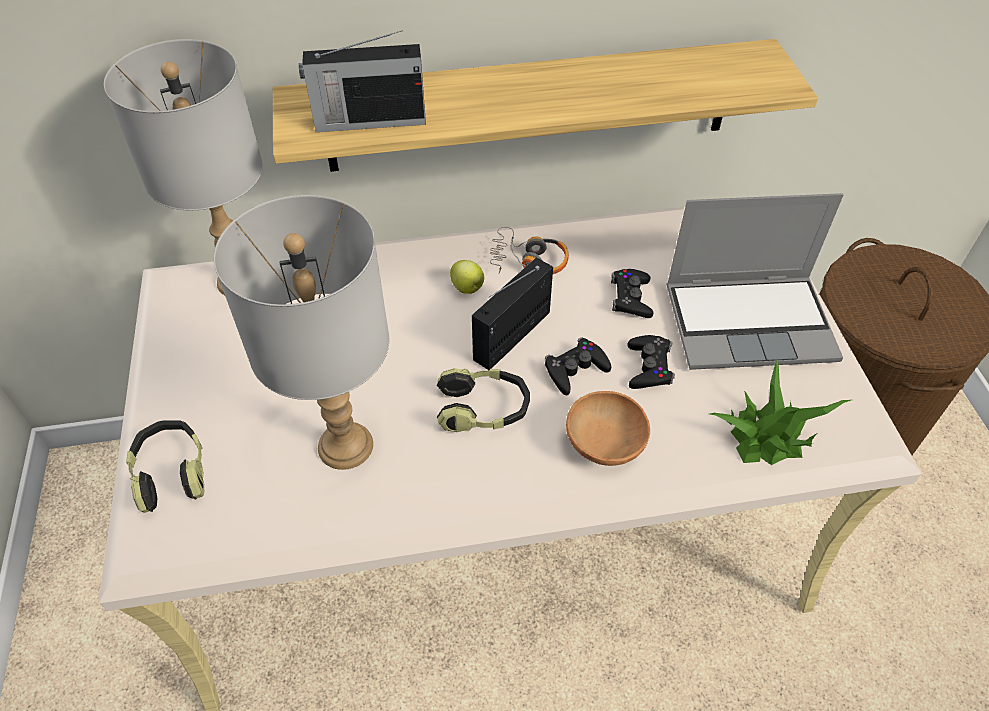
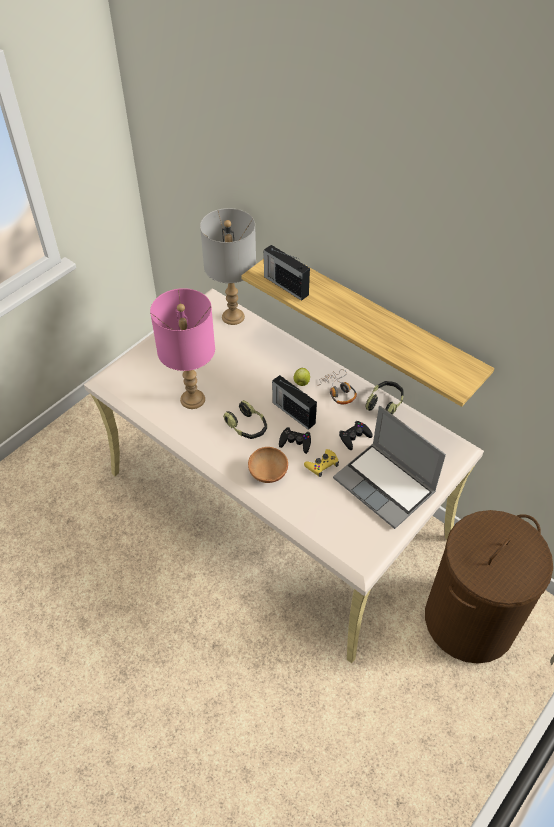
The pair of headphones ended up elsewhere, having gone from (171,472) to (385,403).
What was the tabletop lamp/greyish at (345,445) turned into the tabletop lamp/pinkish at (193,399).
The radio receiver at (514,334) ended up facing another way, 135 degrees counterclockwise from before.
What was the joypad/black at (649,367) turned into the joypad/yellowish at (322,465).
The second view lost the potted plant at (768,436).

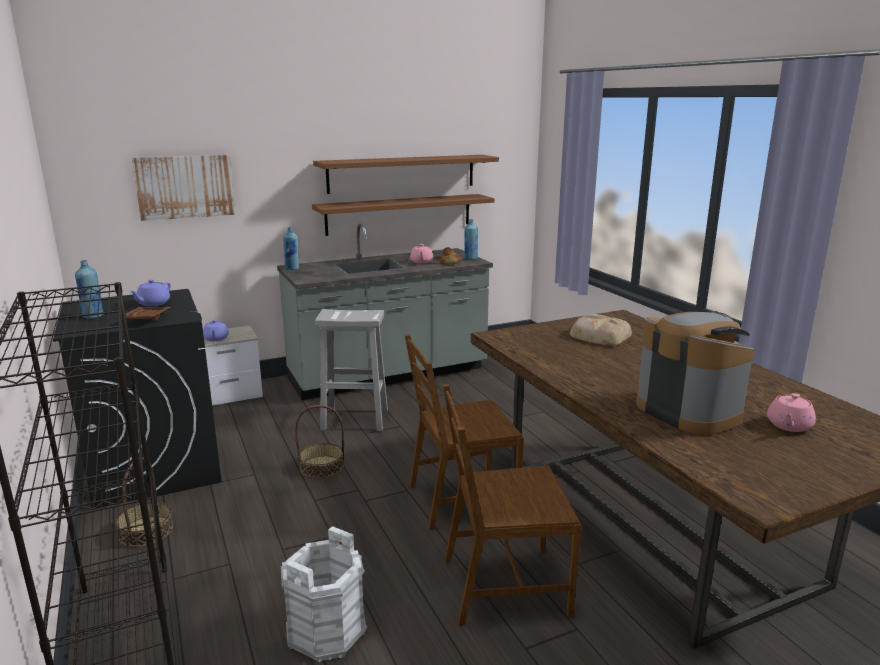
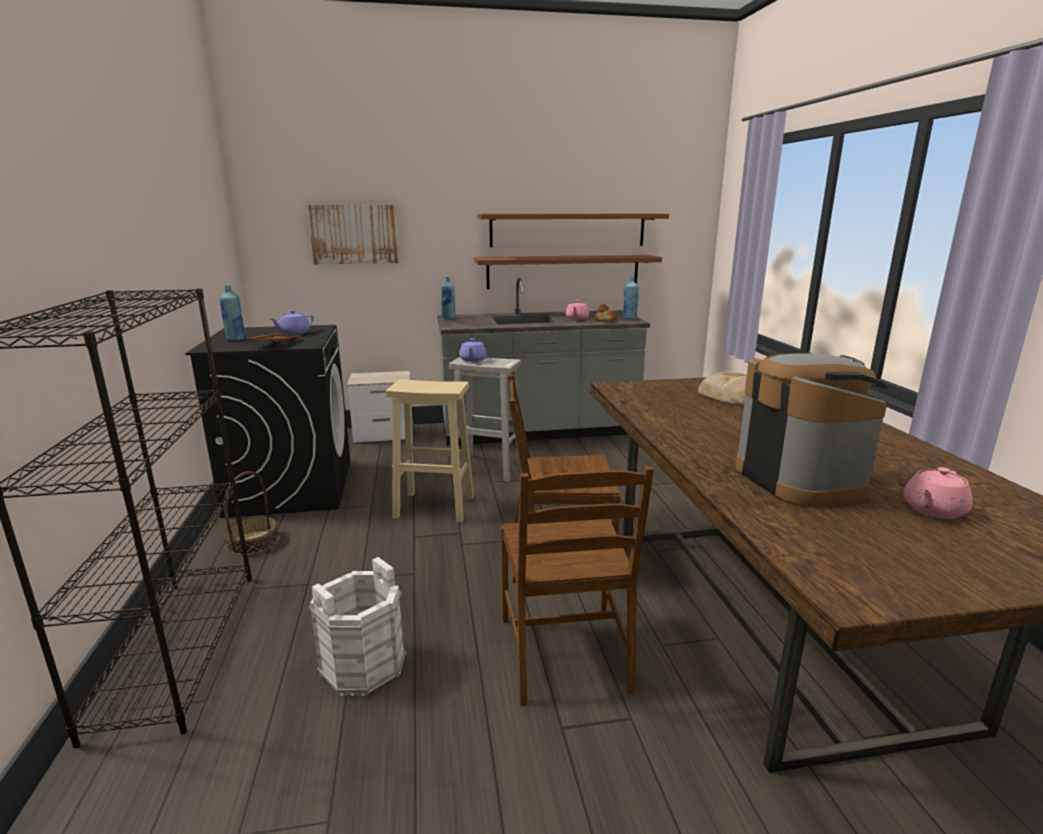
The teapot/purple-coloured ended up elsewhere, having gone from (216,339) to (473,360).
Where the storage basket stood at (322,467), the stool seat/beige came to stand at (436,507).
The upright chair/brownish at (503,586) ended up facing another way, 105 degrees counterclockwise from before.

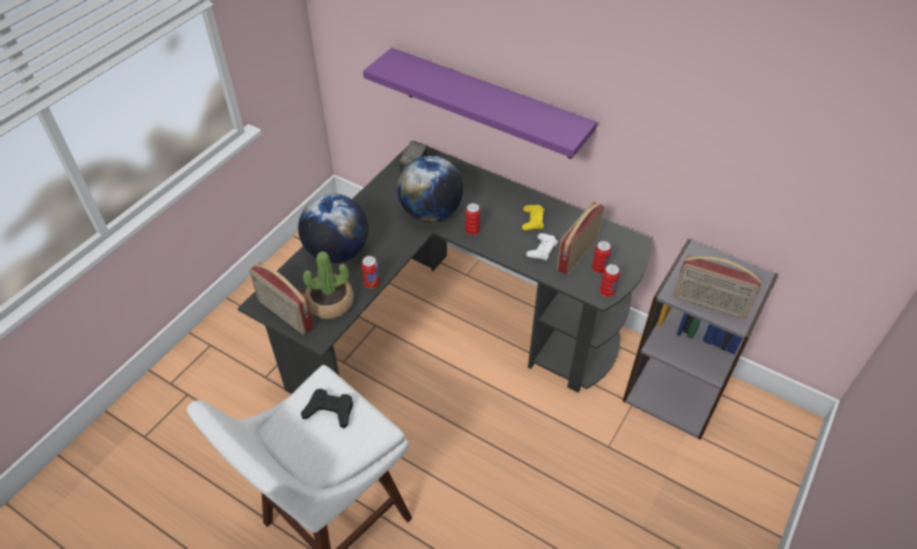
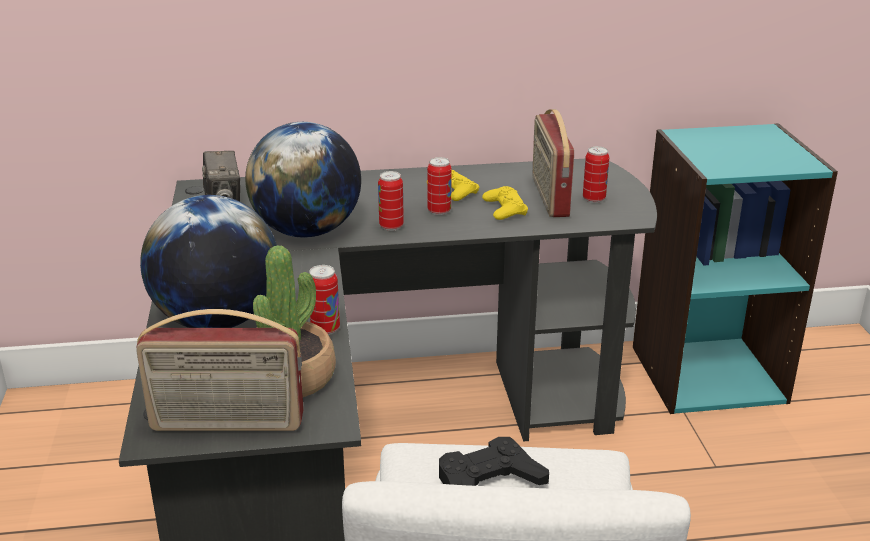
The second view lost the bracket shelf/purple-coloured at (488,104).
What was the joypad/whitish at (542,250) turned into the joypad/yellowish at (504,209).
The metal can ended up elsewhere, having gone from (607,292) to (439,211).
What was the shelving unit/greyish at (676,390) turned into the shelving unit/blue-green at (707,373).
The second view lost the radio receiver at (709,304).

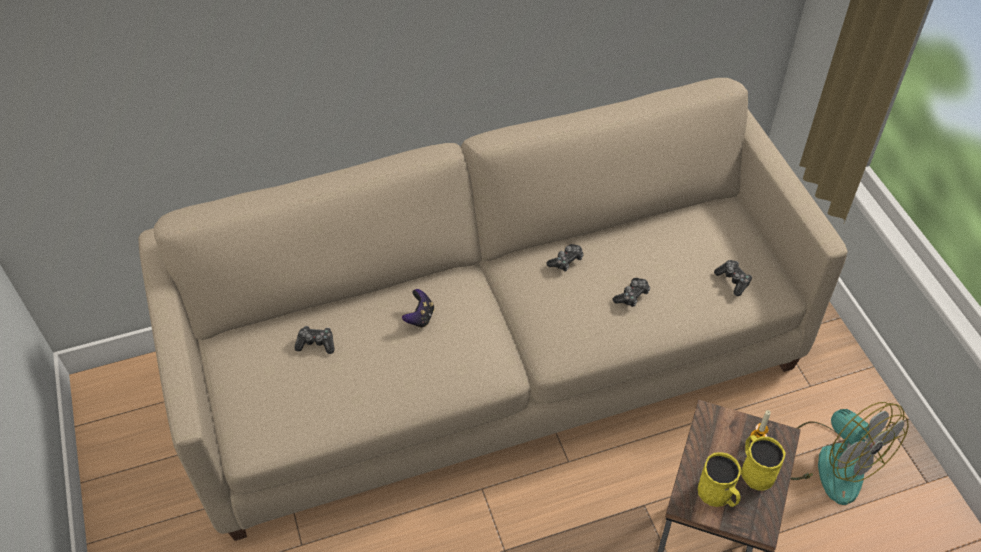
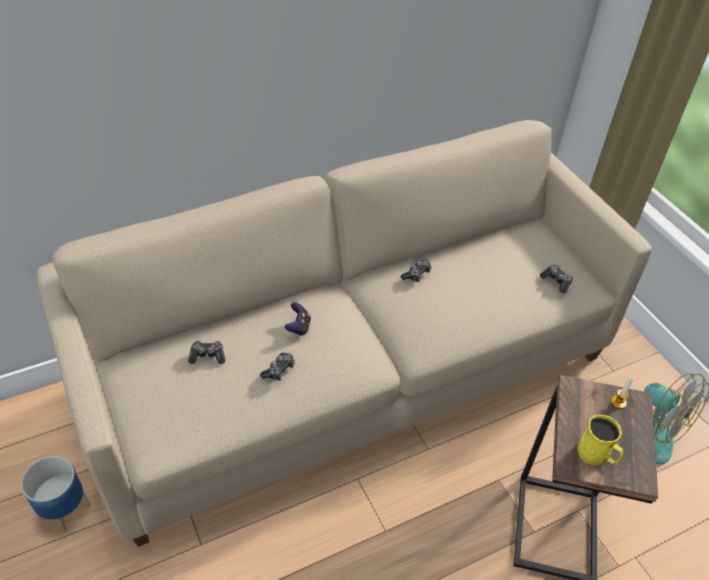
The joypad ended up elsewhere, having gone from (632,296) to (279,370).
The second view lost the coffee mug/yellowish at (755,470).
The second view gained the flower pot at (64,510).

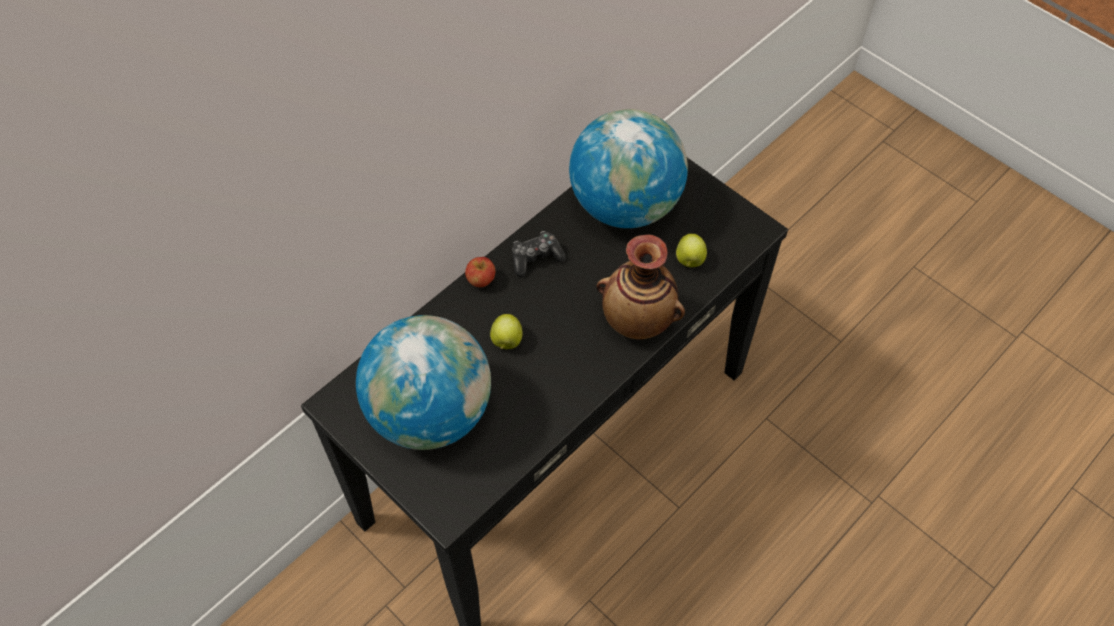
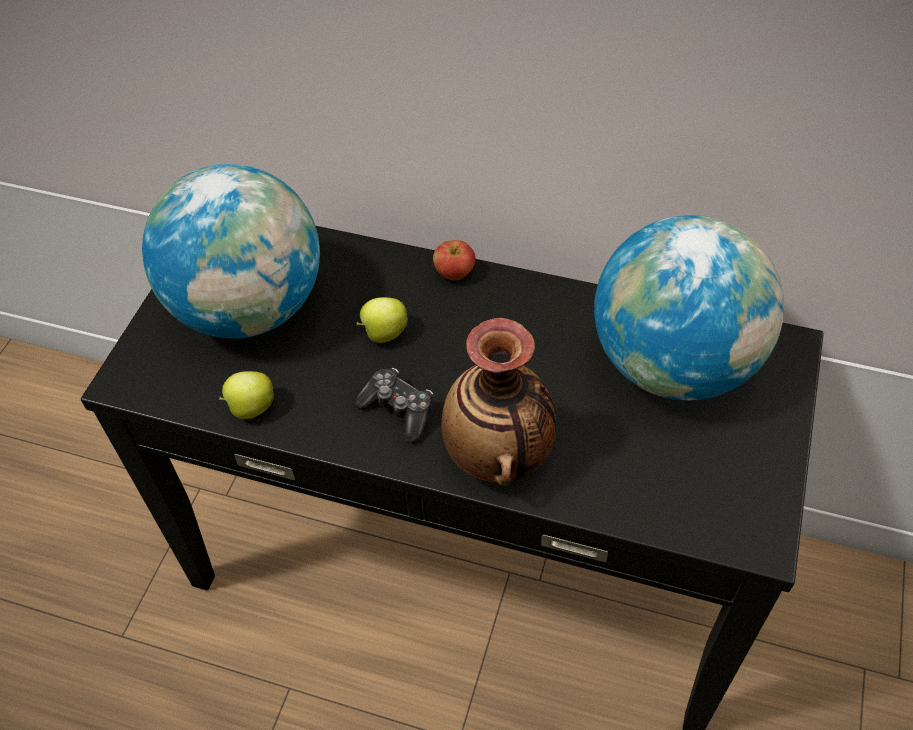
The joypad ended up elsewhere, having gone from (536,257) to (398,410).
The apple ended up elsewhere, having gone from (689,260) to (251,408).

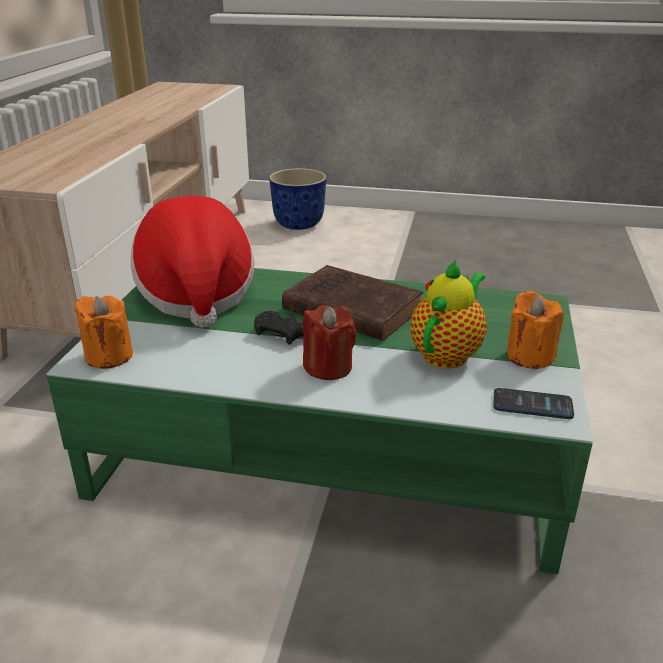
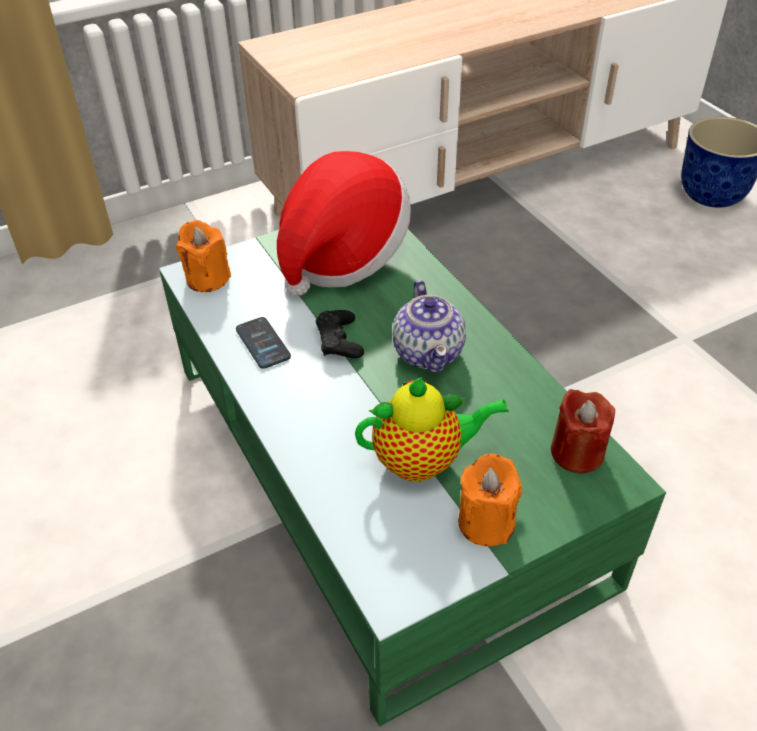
Where the volume/brownish stood at (349,308), the teapot came to stand at (429,352).
The candle/red-coloured ended up elsewhere, having gone from (328,367) to (577,452).
The phone ended up elsewhere, having gone from (532,405) to (263,343).

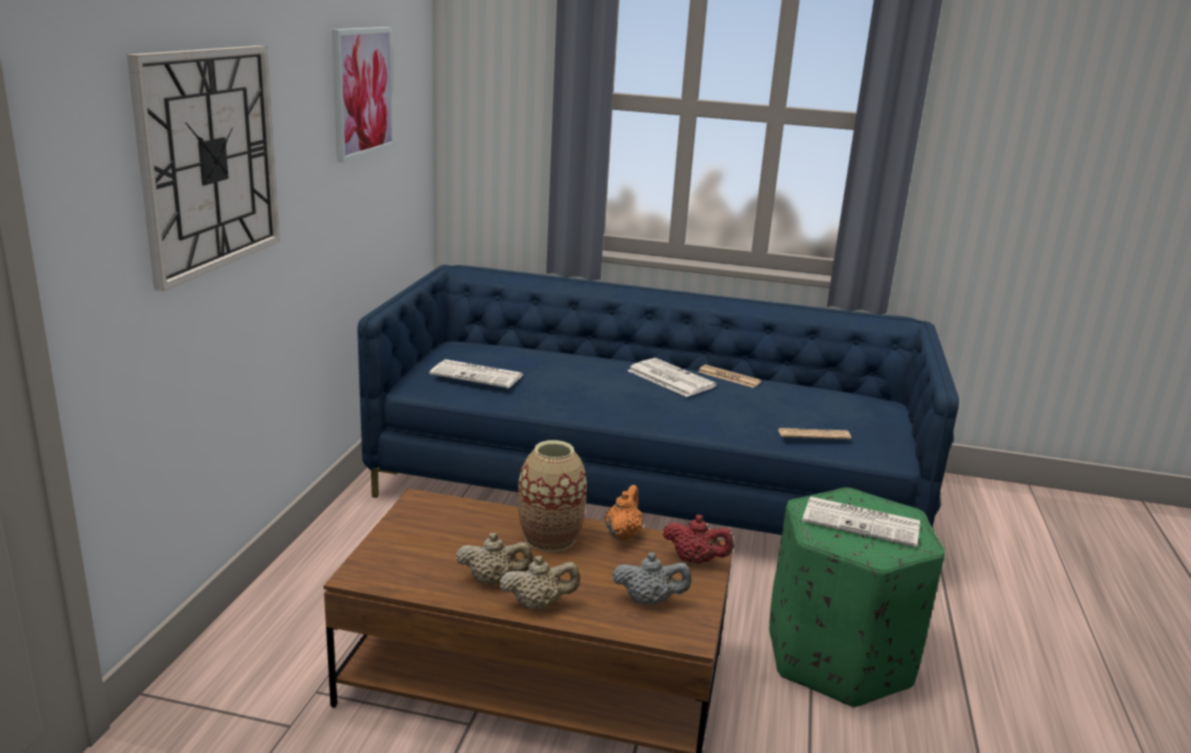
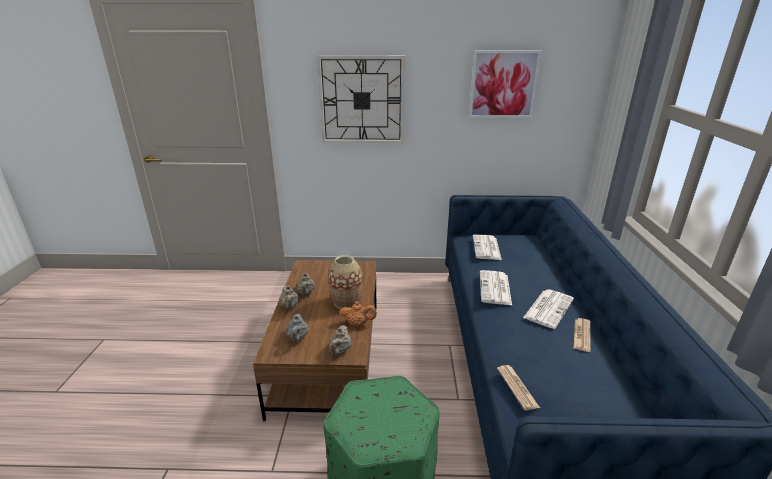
What was the teapot/red-coloured at (695,560) turned into the teapot/beige at (340,351).
The newspaper ended up elsewhere, having gone from (863,522) to (495,288).

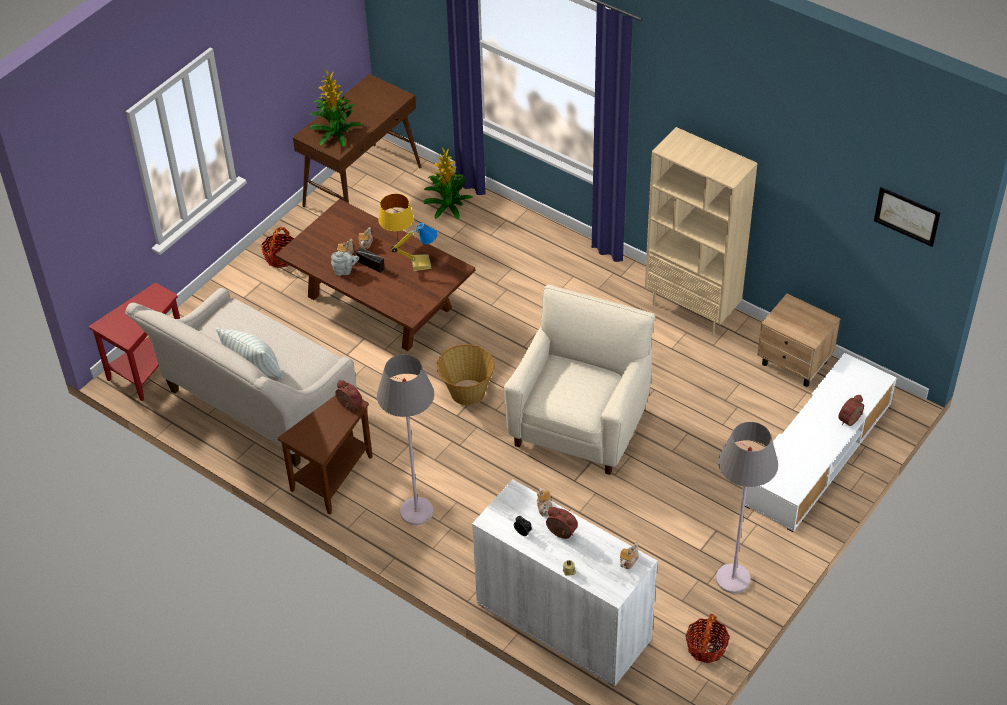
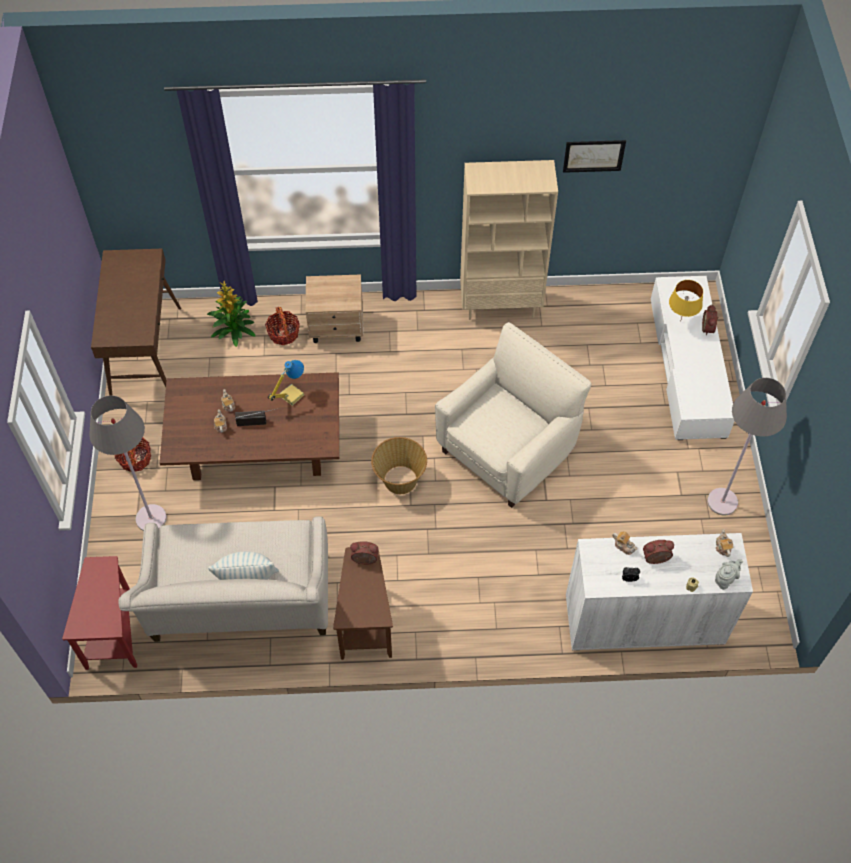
The second view lost the potted plant at (334,132).
The teapot/greyish ended up elsewhere, having gone from (345,271) to (725,579).
The floor lamp/greyish ended up elsewhere, having gone from (416,512) to (151,518).
The tabletop lamp/yellowish ended up elsewhere, having gone from (397,241) to (680,321).
The armchair/beige at (580,424) ended up facing another way, 60 degrees clockwise from before.
The storage basket ended up elsewhere, having gone from (706,647) to (284,333).
The bedside table/beige ended up elsewhere, having gone from (795,363) to (337,327).
The picture ended up elsewhere, having gone from (907,216) to (593,155).

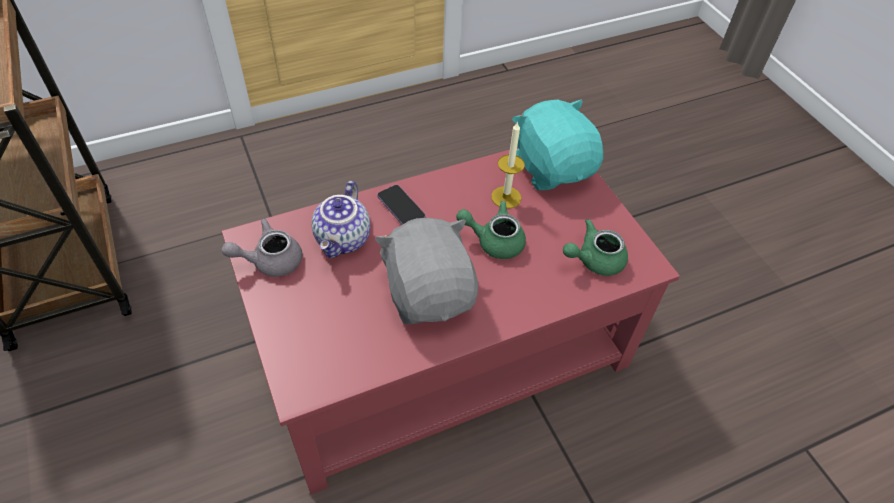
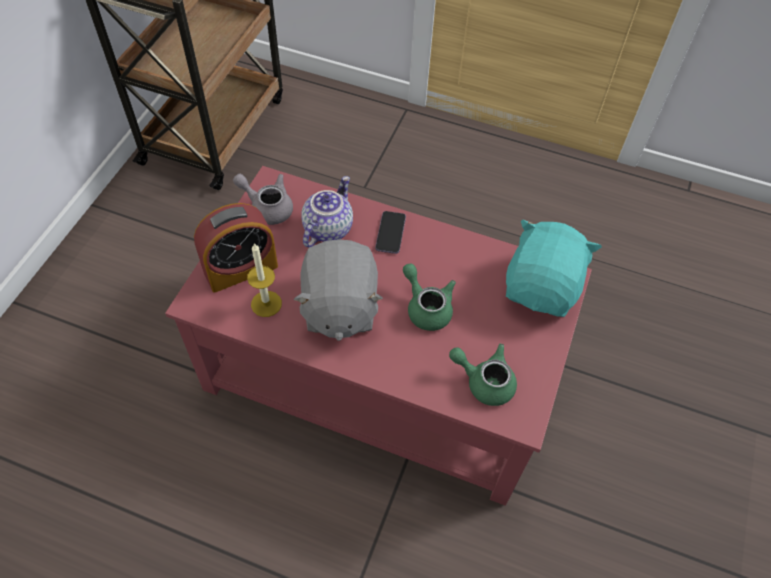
The teapot at (344,240) ended up facing another way, 150 degrees clockwise from before.
The plush toy/greyish at (429,293) ended up facing another way, 150 degrees clockwise from before.
The candle ended up elsewhere, having gone from (506,197) to (266,304).
The second view gained the alarm clock at (240,269).

